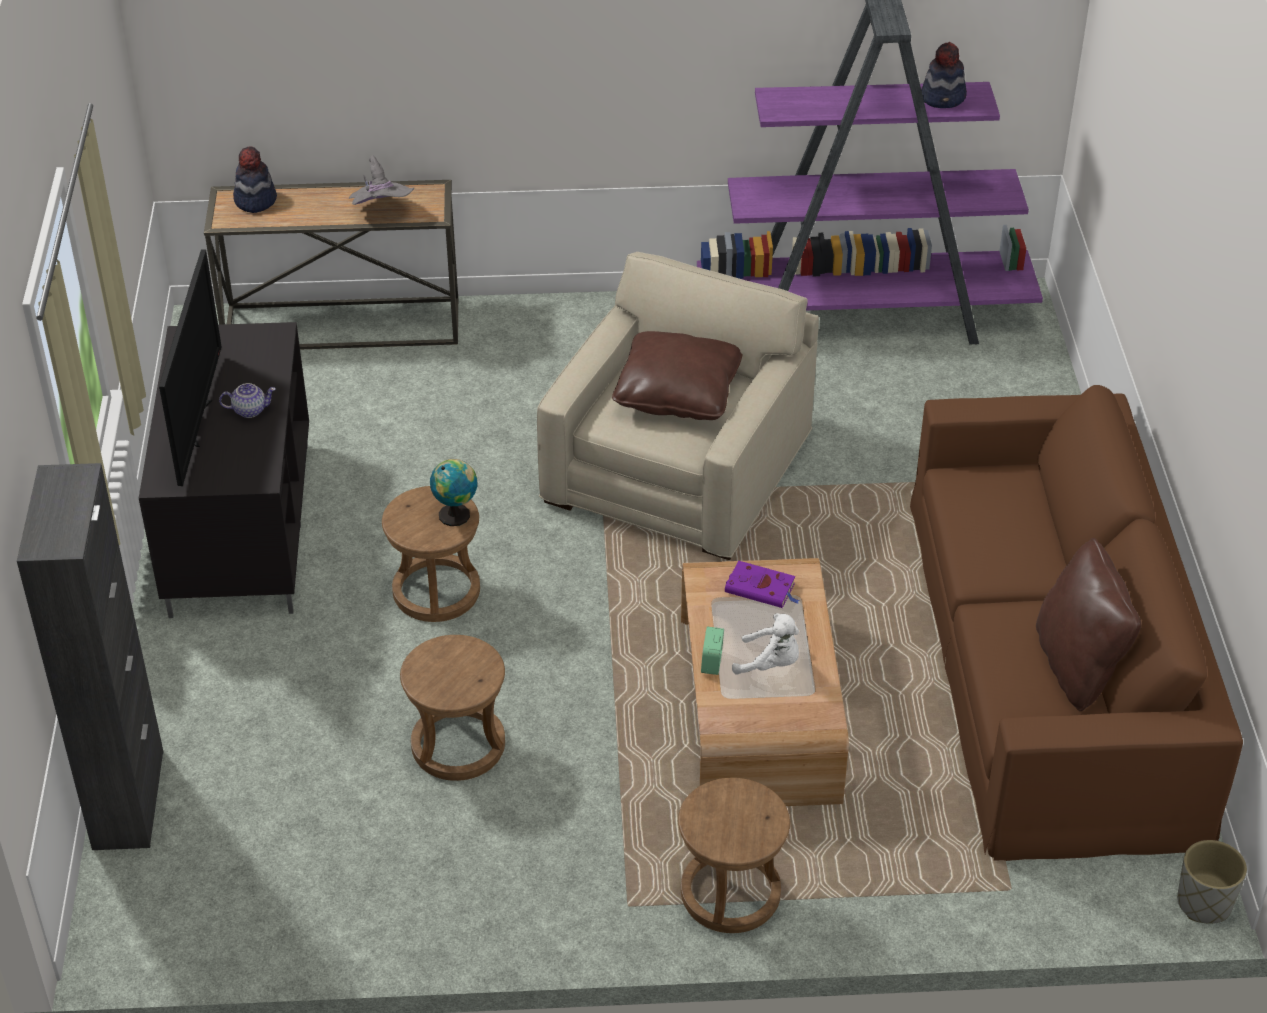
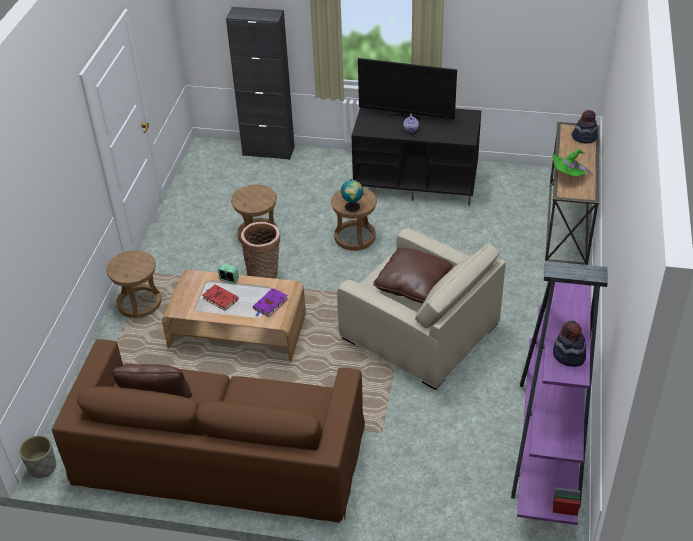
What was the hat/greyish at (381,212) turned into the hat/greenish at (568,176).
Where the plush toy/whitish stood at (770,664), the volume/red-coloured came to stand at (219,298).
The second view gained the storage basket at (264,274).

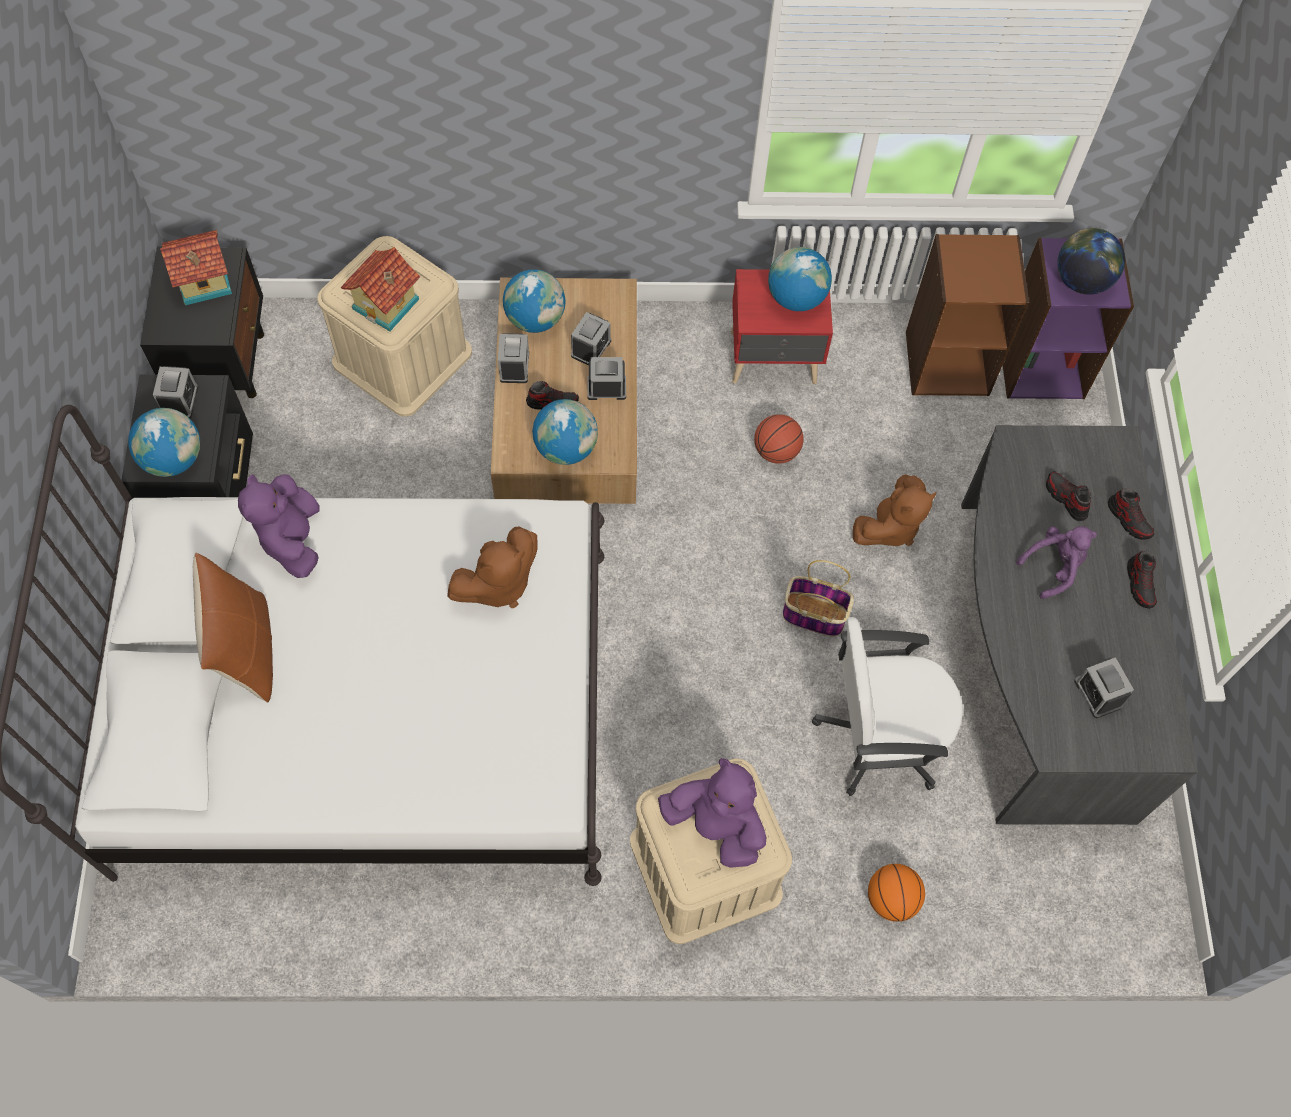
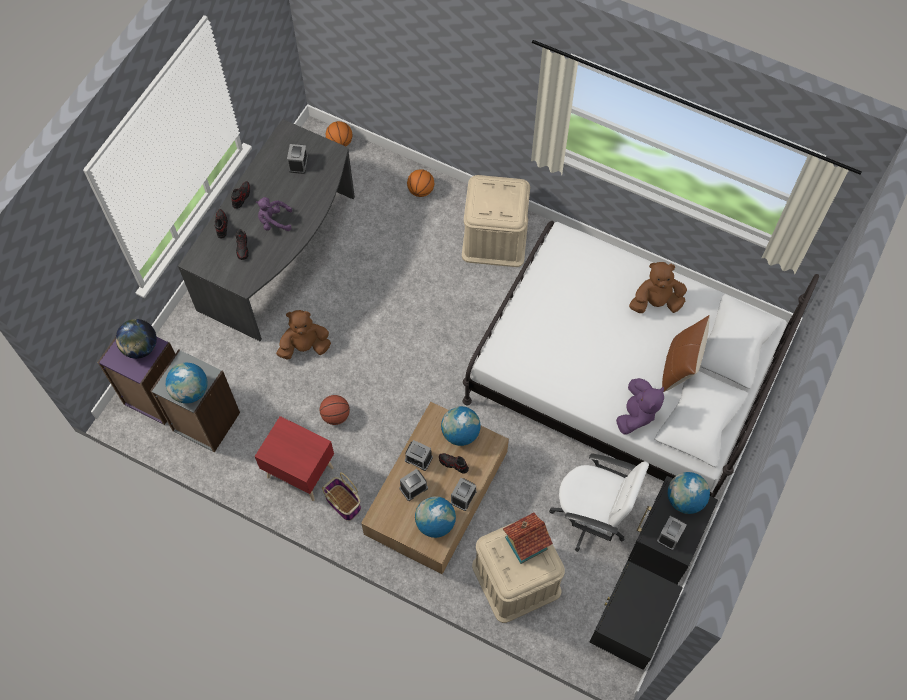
The second view lost the toy house at (204,282).
The plush toy/brownish ended up elsewhere, having gone from (497,584) to (655,302).
The second view lost the plush toy/purple-coloured at (715,826).
The desk globe ended up elsewhere, having gone from (796,298) to (190,391).
The storage basket ended up elsewhere, having gone from (813,614) to (343,503).
The desk chair/whitish ended up elsewhere, having gone from (878,736) to (591,516).
What was the shelving unit/brownish at (947,362) turned into the shelving unit/greyish at (205,422).
The second view gained the ball for basketball at (340,142).

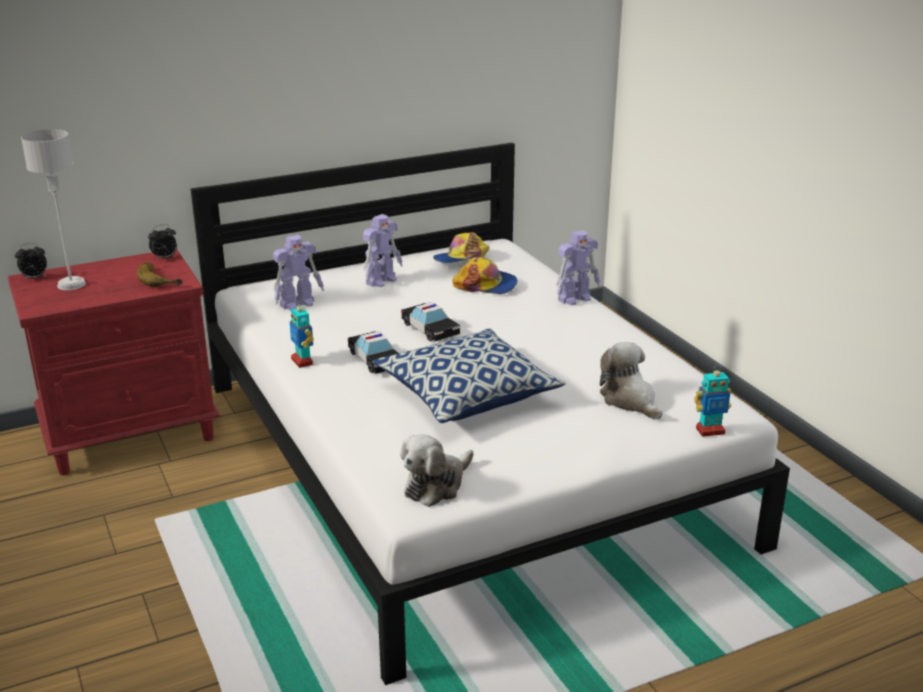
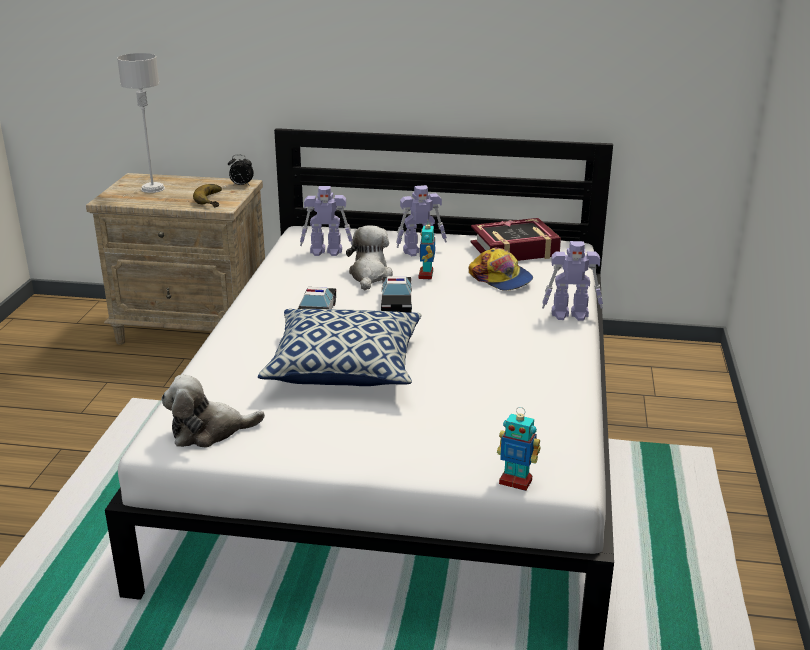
What was the bedside table/red-coloured at (131,433) turned into the bedside table/beige at (194,329).
The second view lost the alarm clock at (34,278).
The robot figure ended up elsewhere, having gone from (302,361) to (426,275).
Where the peaked cap stood at (461,258), the volume came to stand at (514,250).
The plush toy ended up elsewhere, having gone from (630,400) to (369,275).

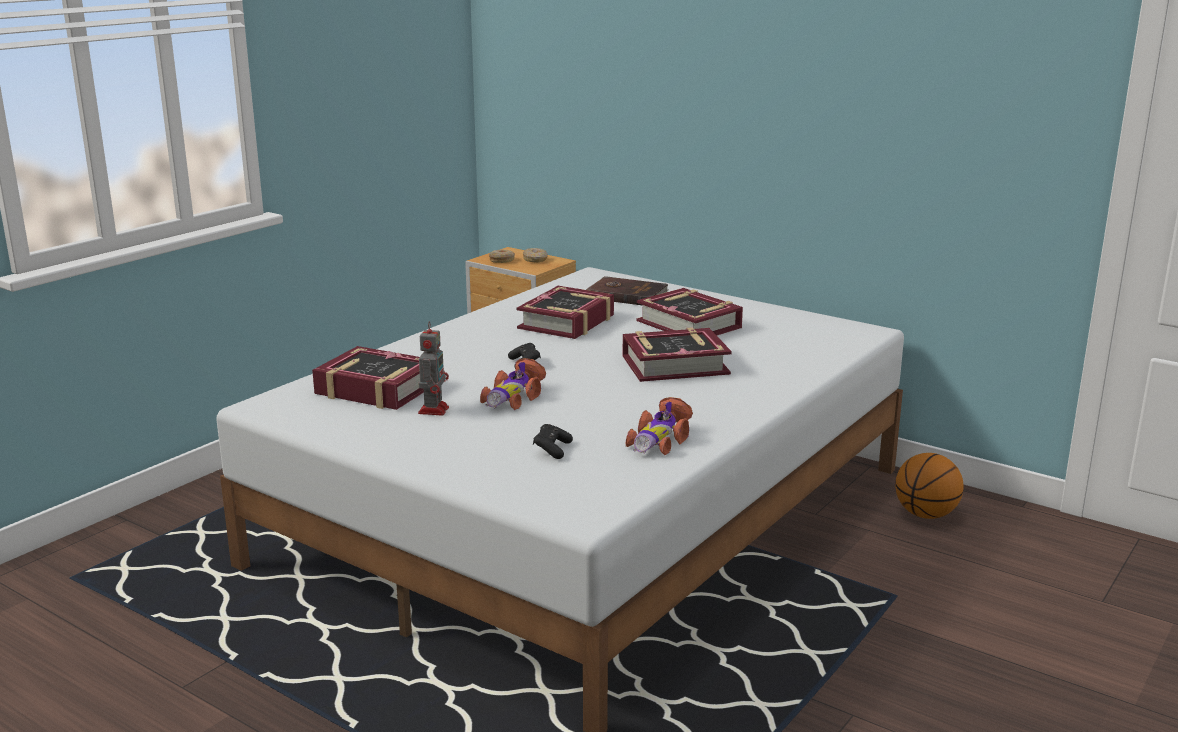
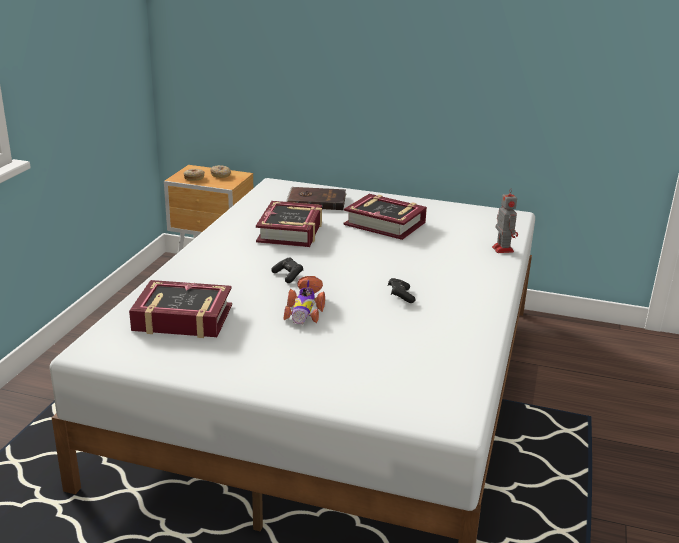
The robot figure ended up elsewhere, having gone from (434,409) to (502,249).
The joypad/black ended up elsewhere, having gone from (552,449) to (400,296).
The second view lost the volume at (675,365).
The second view lost the miniature car at (659,440).
The second view lost the ball for basketball at (926,514).

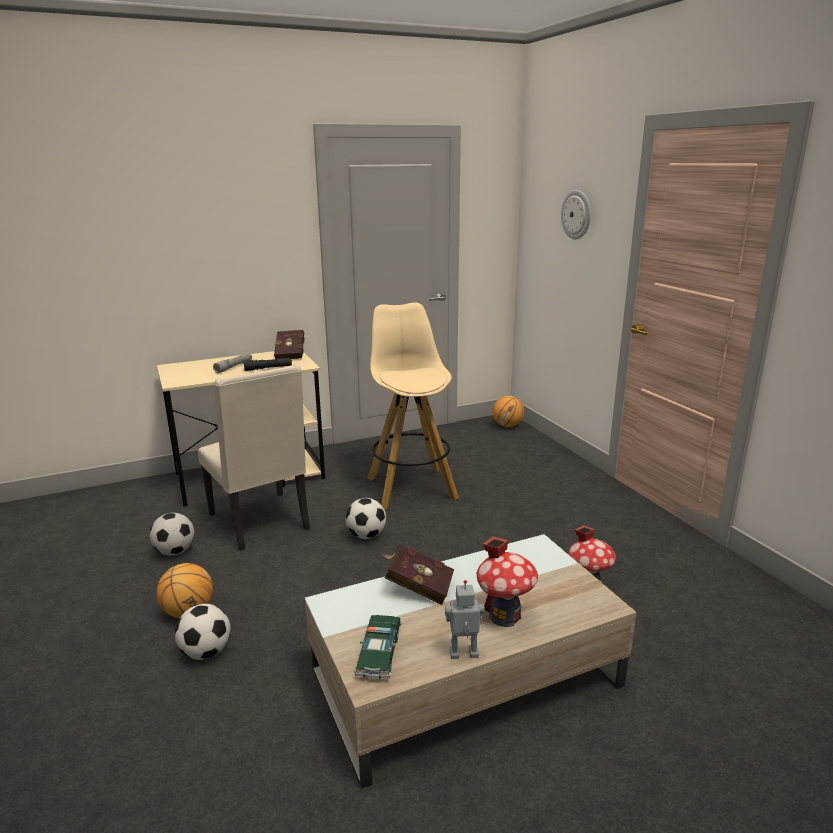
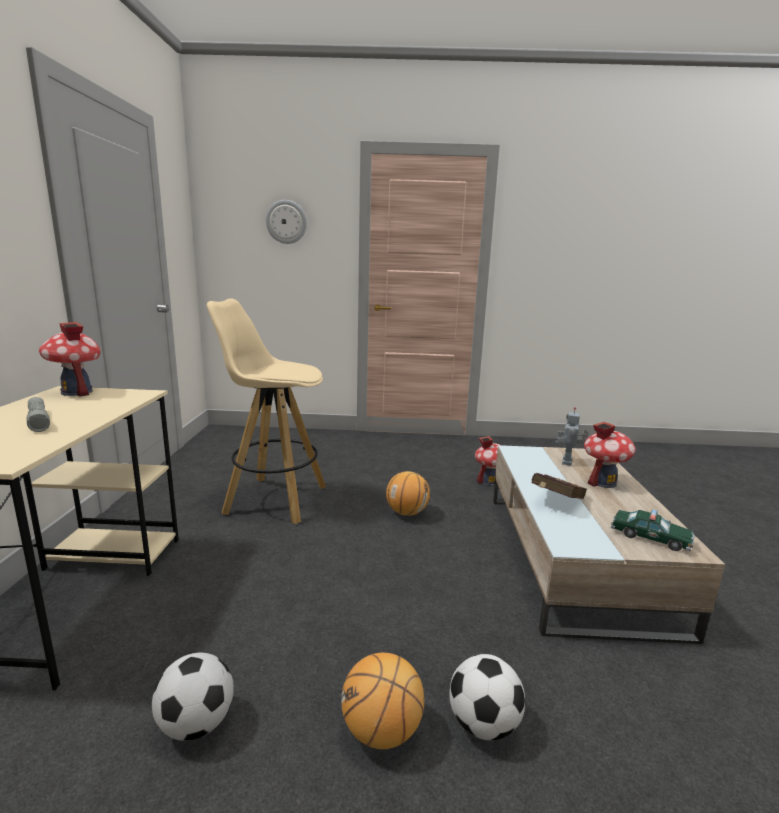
The second view lost the upright chair/beige at (261,522).
The second view lost the hand torch/black at (268,368).
Where the volume/red-coloured stood at (291,354), the toy house came to stand at (76,392).
The second view lost the football at (366,535).
The robot figure ended up elsewhere, having gone from (464,655) to (568,462).
The ball for basketball ended up elsewhere, having gone from (507,425) to (407,512).

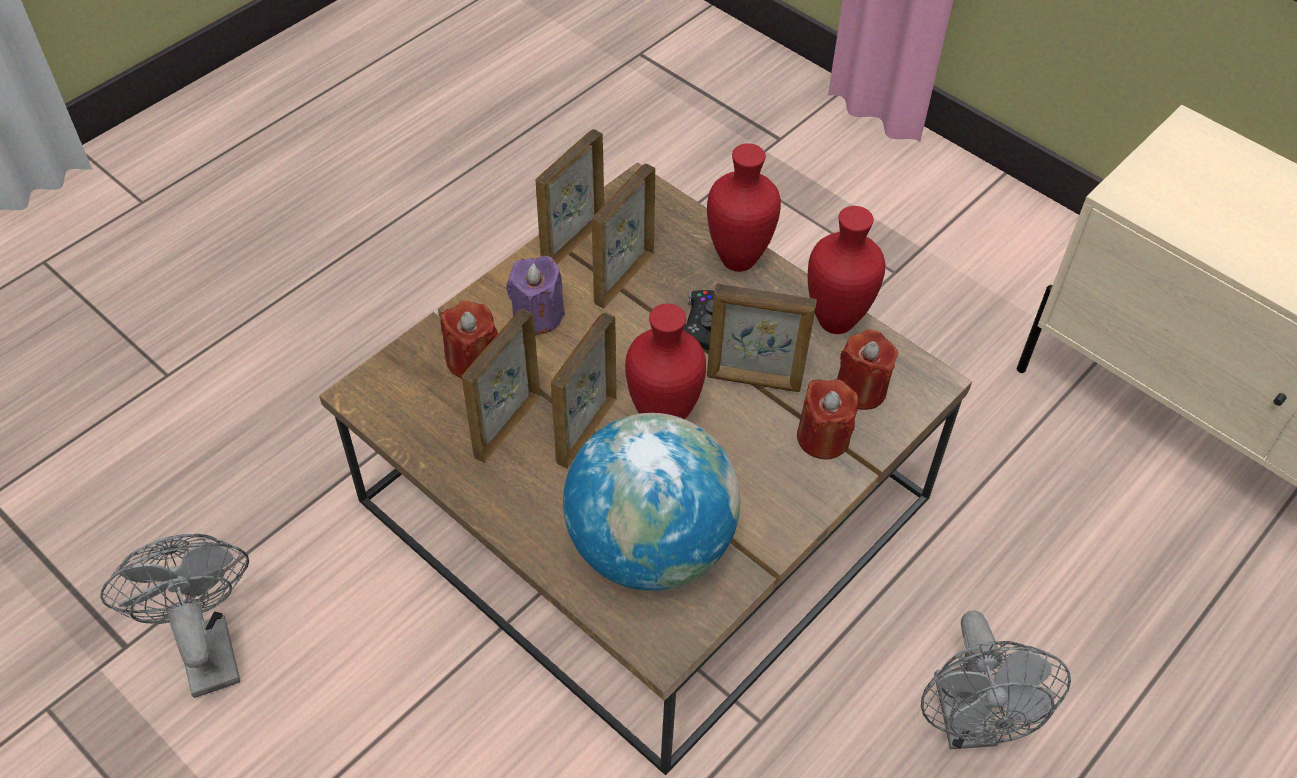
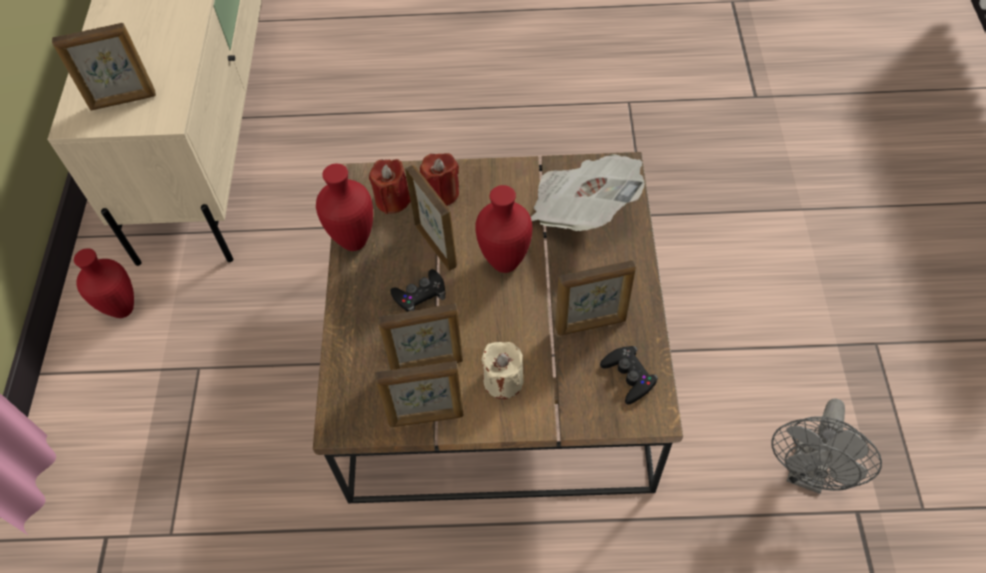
The second view lost the candle/red-coloured at (472,360).
What was the candle/purple-coloured at (537,316) turned into the candle/beige at (503,381).
The picture frame ended up elsewhere, having gone from (585,431) to (123,101).
Where the desk globe stood at (650,546), the newspaper came to stand at (582,209).
The vase/red-coloured ended up elsewhere, having gone from (736,262) to (124,309).
The second view lost the cooling fan/greyish at (968,724).
The second view gained the joypad/black at (628,376).

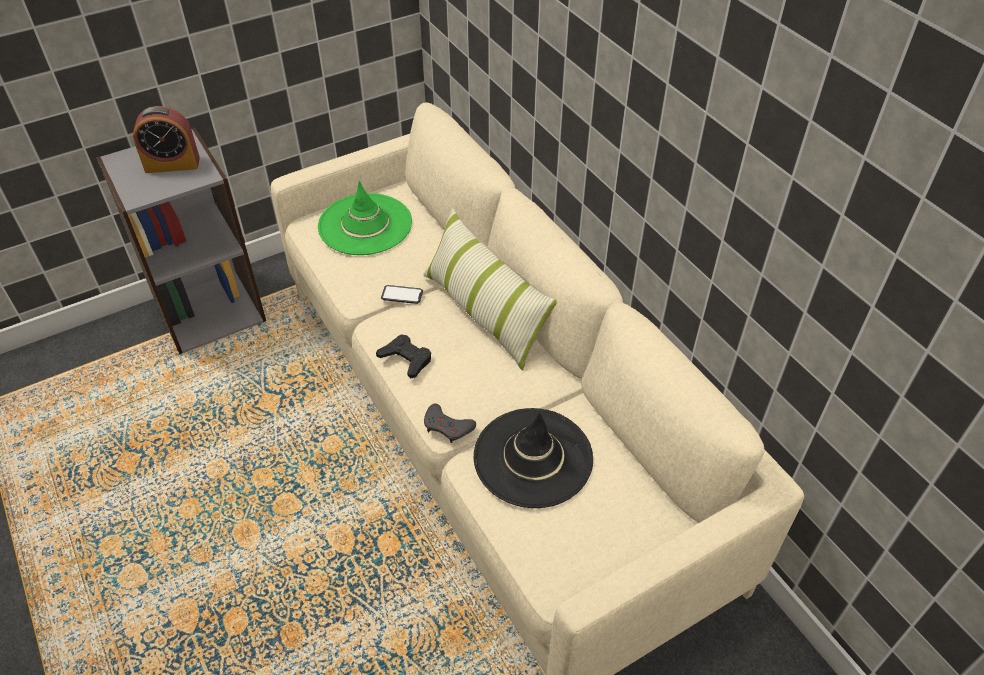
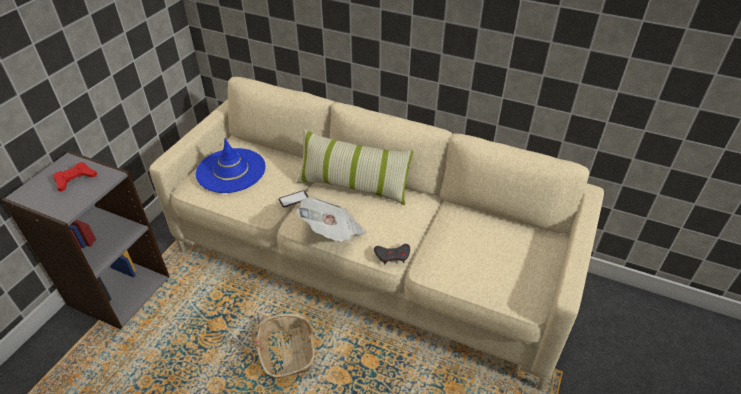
Where the alarm clock stood at (172,164), the joypad/red-coloured came to stand at (75,179).
What was the hat/greenish at (365,224) turned into the hat/bluish at (231,170).
Where the joypad/black stood at (406,359), the newspaper came to stand at (333,232).
The second view lost the hat/black at (533,457).
The second view gained the storage basket at (287,351).

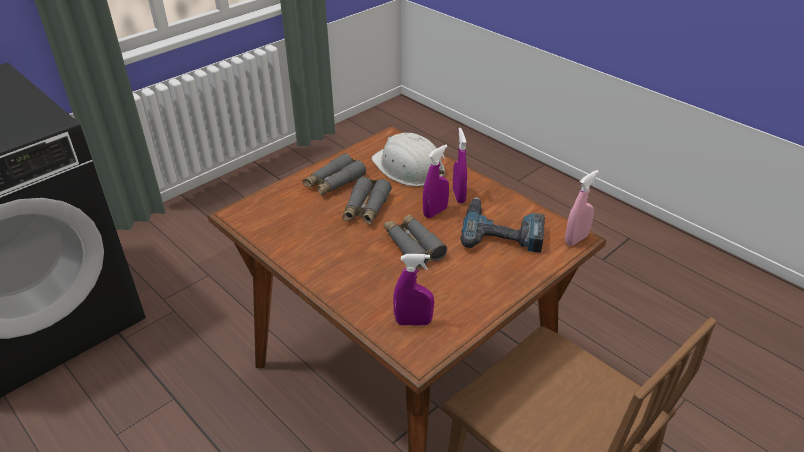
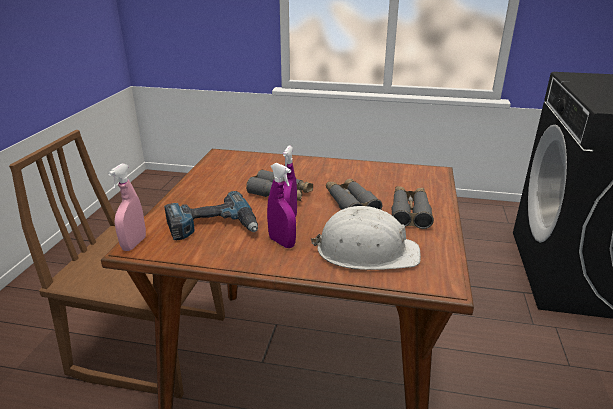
The second view lost the sprayer/purple-coloured at (413,322).

